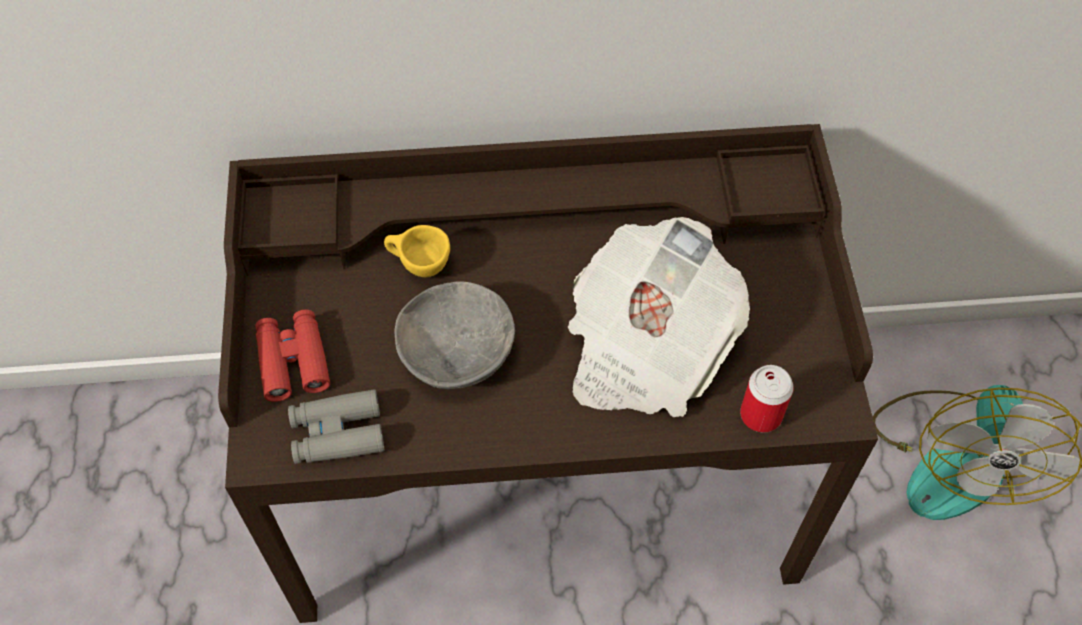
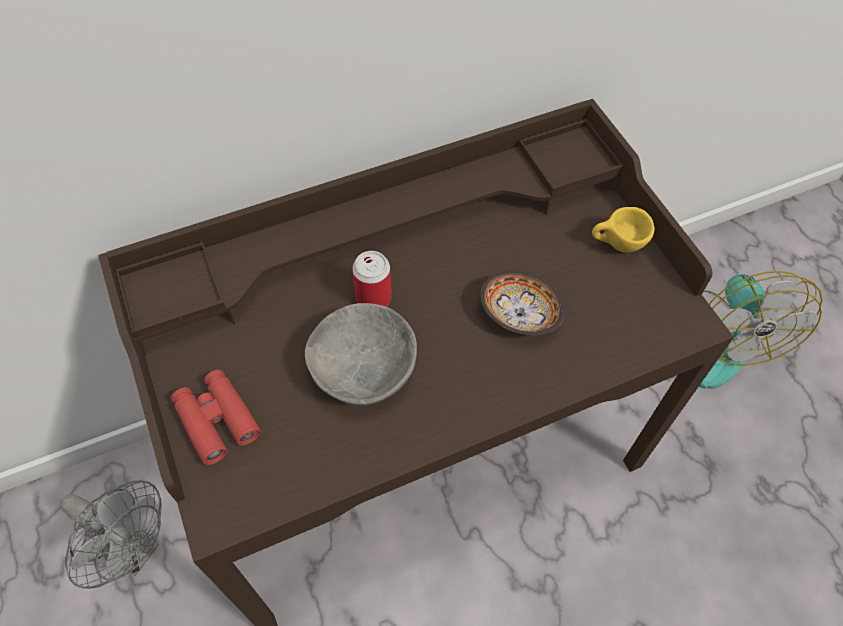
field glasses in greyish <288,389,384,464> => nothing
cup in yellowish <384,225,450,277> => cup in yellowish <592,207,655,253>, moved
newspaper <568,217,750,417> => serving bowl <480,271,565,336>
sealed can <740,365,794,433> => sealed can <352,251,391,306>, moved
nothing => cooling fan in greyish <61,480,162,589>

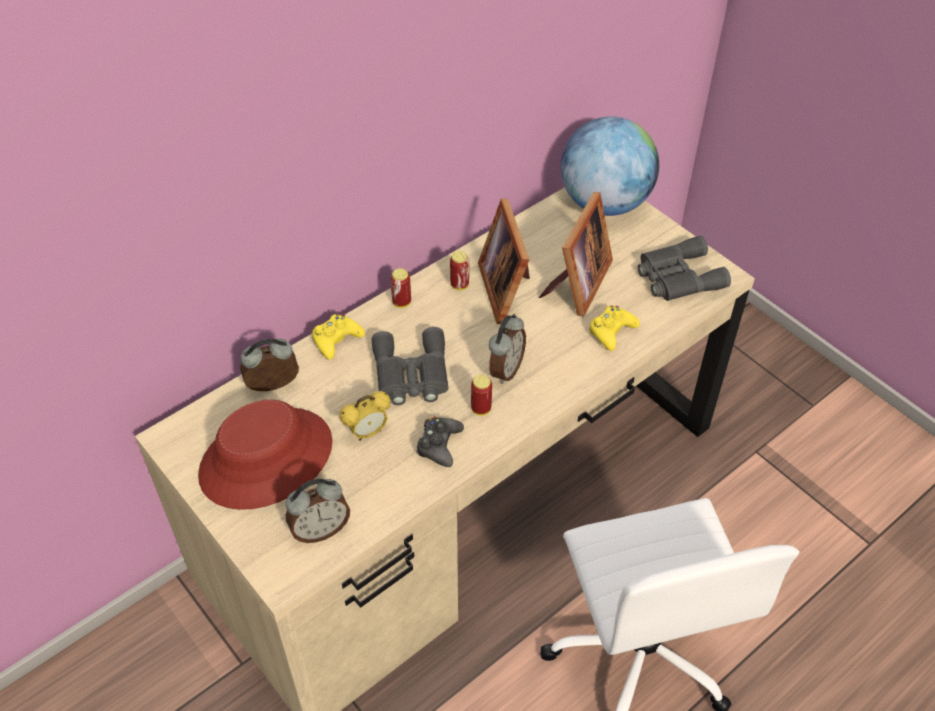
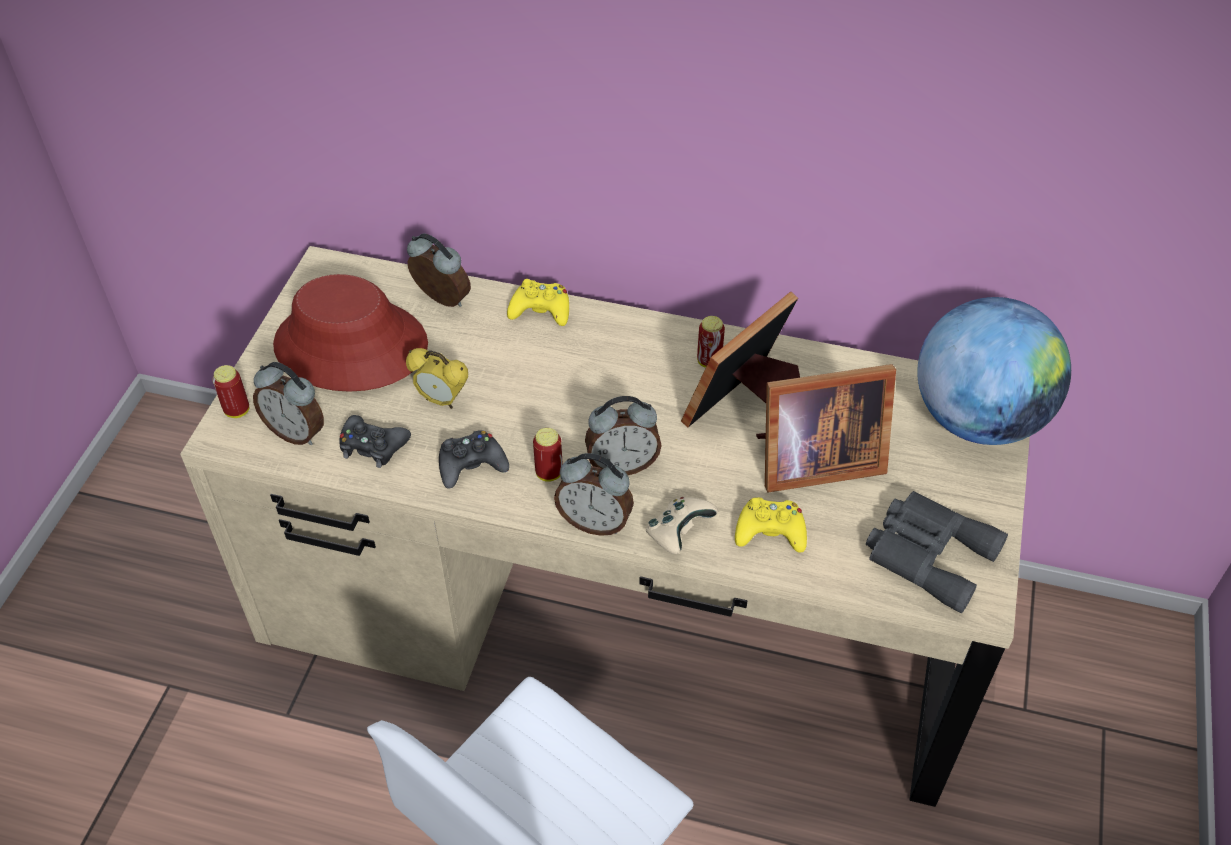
field glasses in greyish <371,327,449,405> => nothing
sealed can <390,268,411,308> => sealed can <213,365,249,418>, moved
nothing => joypad in blackish <340,415,411,468>
nothing => alarm clock <554,453,634,536>
nothing => joypad in beige-coloured <646,497,718,554>

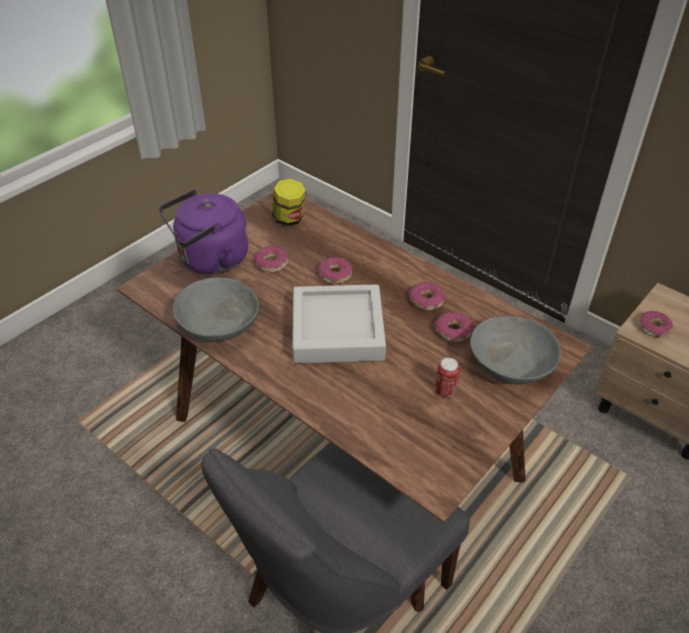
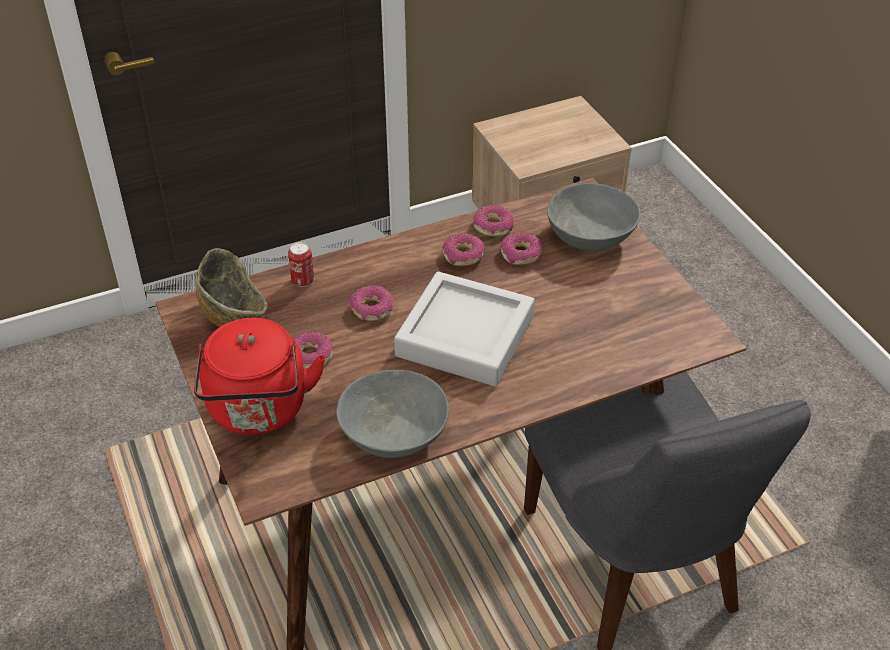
kettle in purple-coloured <159,190,248,274> => kettle in red <194,318,326,435>
storage jar <272,179,306,226> => serving bowl <196,248,268,327>
sealed can <435,358,460,398> => sealed can <288,242,314,287>, moved
ring doughnut <639,311,673,338> => ring doughnut <473,205,514,236>, moved

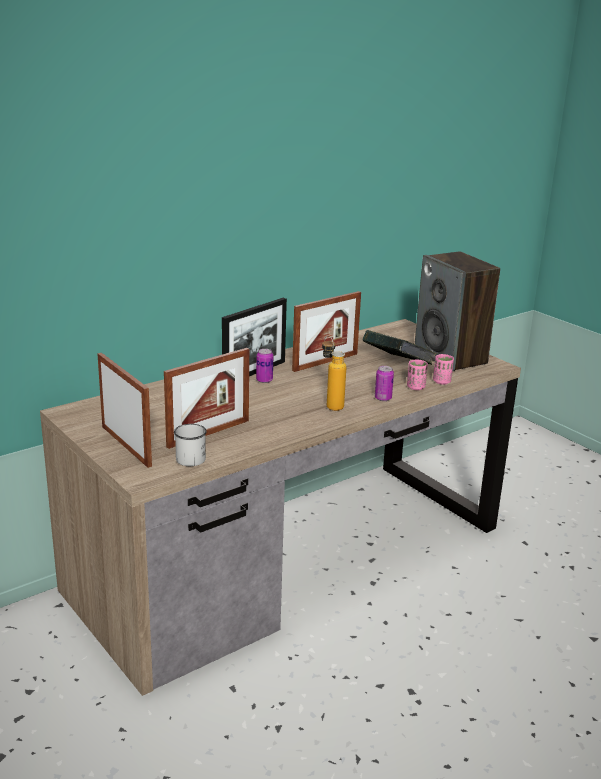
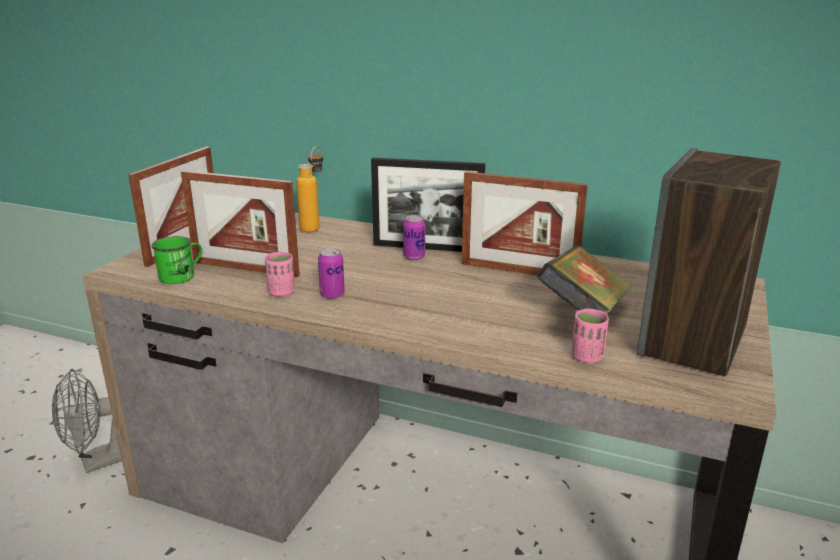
mug in whitish <174,424,207,466> => mug in green-coloured <151,236,202,284>
bottle <322,335,346,411> => bottle <296,147,323,232>, moved
sealed can <375,366,394,401> => sealed can <318,248,345,299>, moved
cup in pink <407,360,428,390> => cup in pink <265,252,295,297>, moved
nothing => cooling fan in greyish <52,369,122,473>

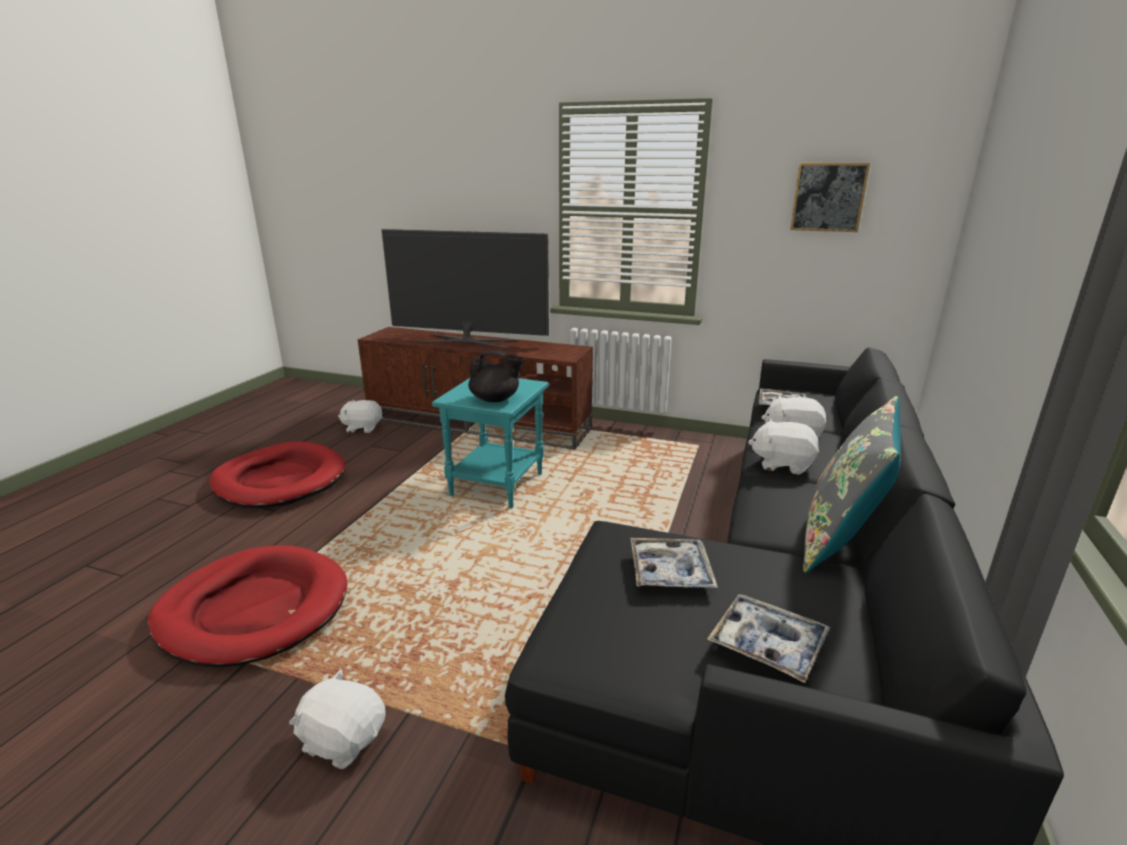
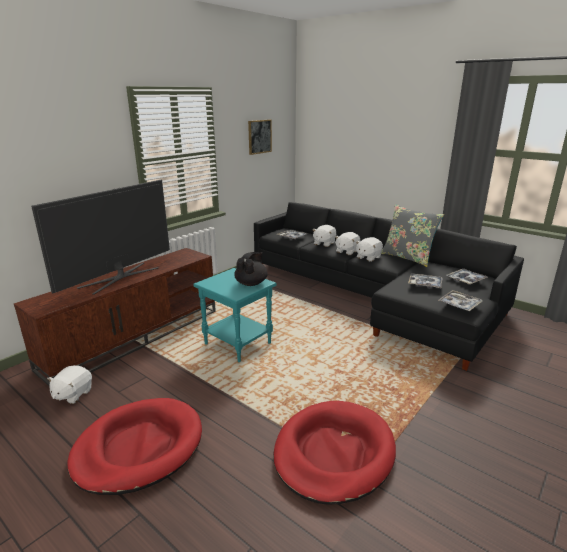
cuddly toy in whitish <289,669,386,769> => cuddly toy in whitish <356,237,383,262>, moved
nothing => serving tray <438,290,483,311>

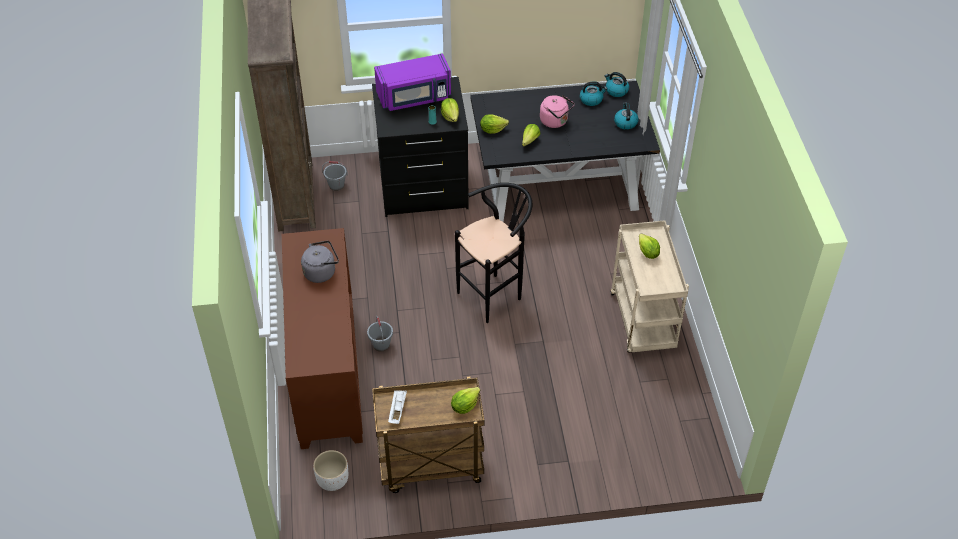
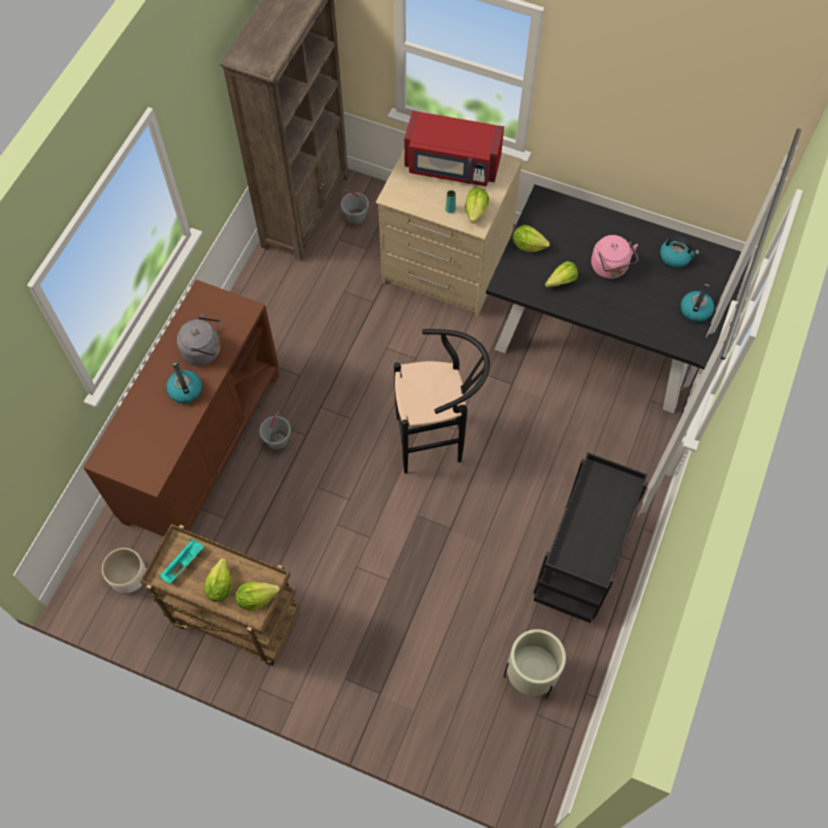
chest of drawers in blackish <372,77,469,217> => chest of drawers in beige-coloured <376,150,522,316>
kitchen microwave in purple-coloured <374,53,451,111> => kitchen microwave in red <404,111,504,187>
serving tray in whitish <388,390,407,424> => serving tray in turquoise <160,539,204,584>
kettle <605,72,629,97> => kettle <166,362,202,403>, moved
wheeled cart in beige-coloured <611,220,689,353> => wheeled cart in blackish <533,453,648,623>
head of lettuce <639,233,660,259> => head of lettuce <204,558,233,602>, moved
nothing => planter in beige-coloured <504,629,566,699>

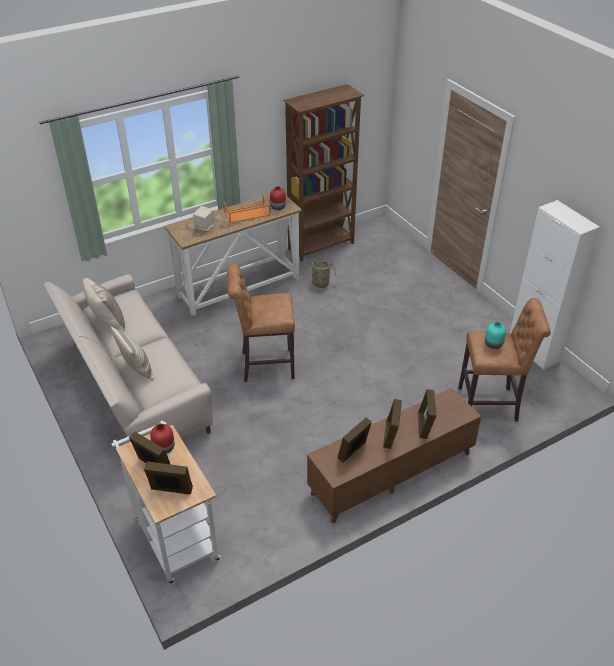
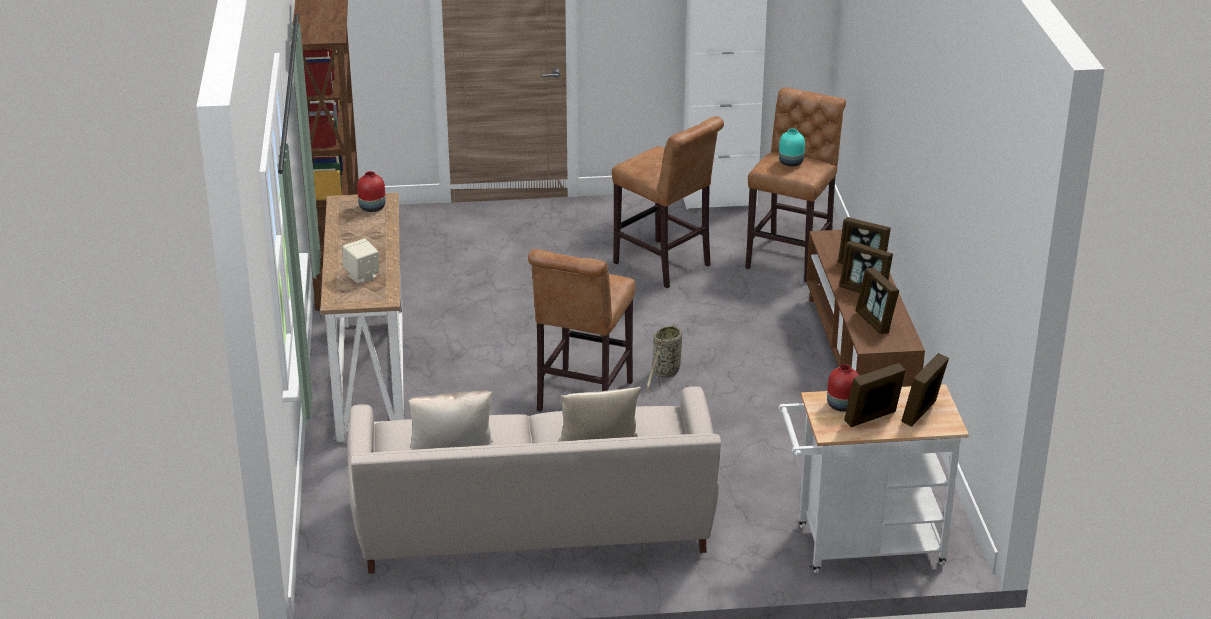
serving tray in orange-coloured <223,195,271,223> => nothing
storage basket <295,261,339,288> => storage basket <647,323,682,392>, moved
nothing => sitting stool in brown <612,116,724,288>

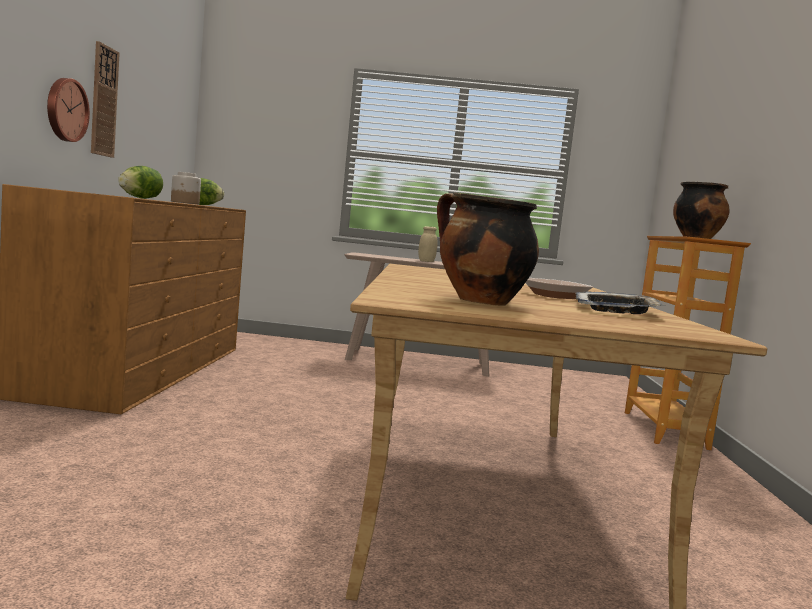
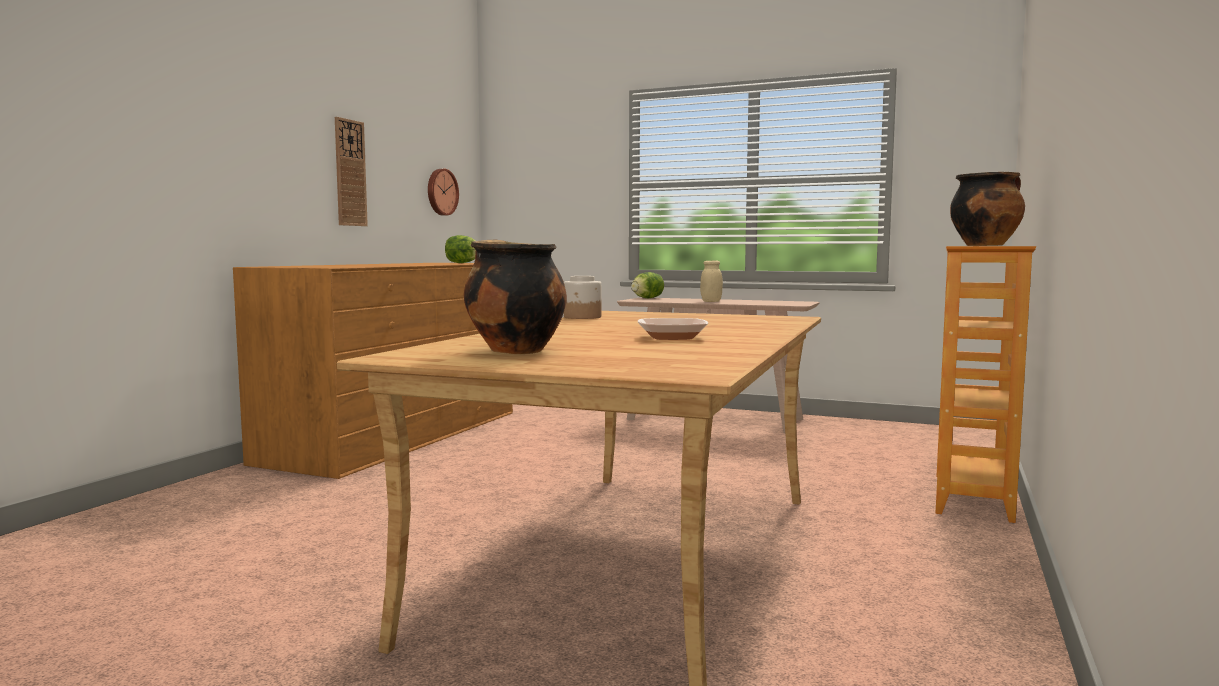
wall clock <47,78,90,142> => wall clock <428,169,459,216>, moved
head of lettuce <118,166,163,199> => head of lettuce <631,272,664,298>, moved
storage jar <171,172,201,204> => storage jar <564,276,601,319>, moved
serving tray <576,291,666,314> => nothing

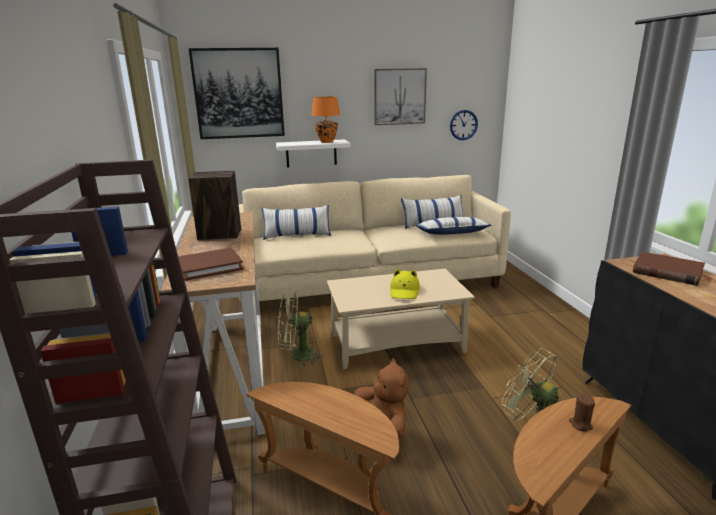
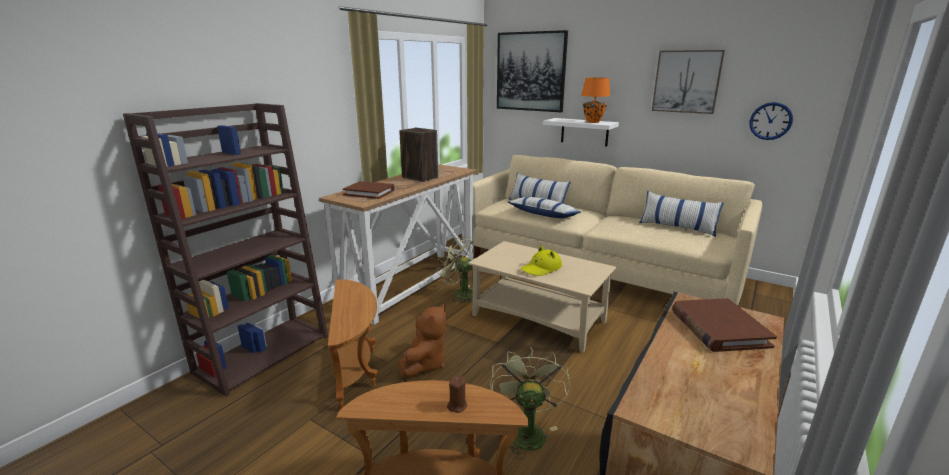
throw pillow <416,217,491,235> => throw pillow <508,197,581,218>, moved

